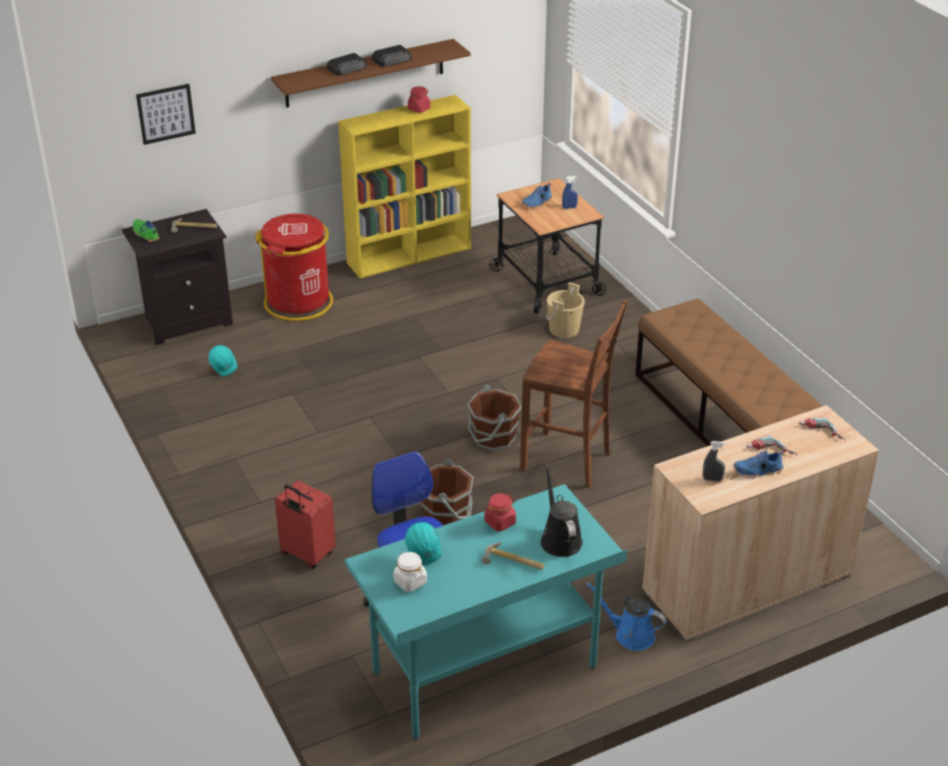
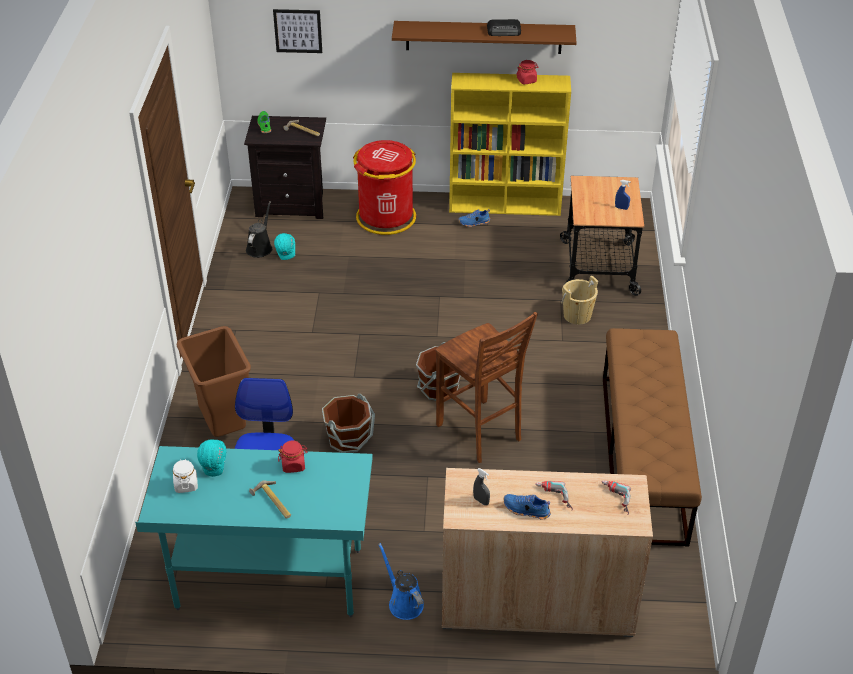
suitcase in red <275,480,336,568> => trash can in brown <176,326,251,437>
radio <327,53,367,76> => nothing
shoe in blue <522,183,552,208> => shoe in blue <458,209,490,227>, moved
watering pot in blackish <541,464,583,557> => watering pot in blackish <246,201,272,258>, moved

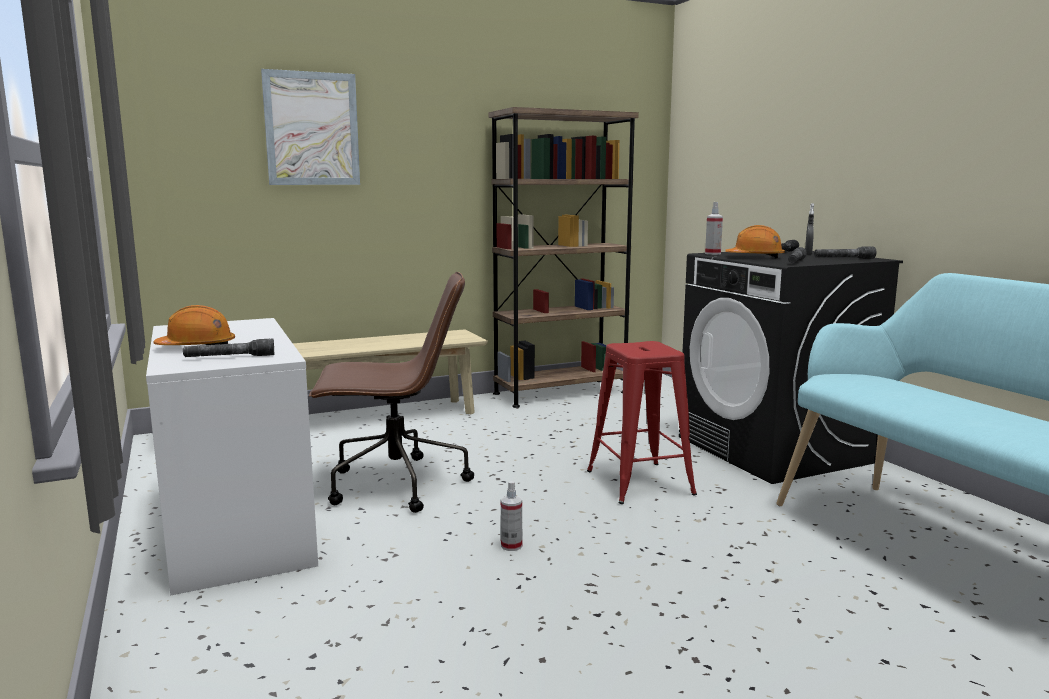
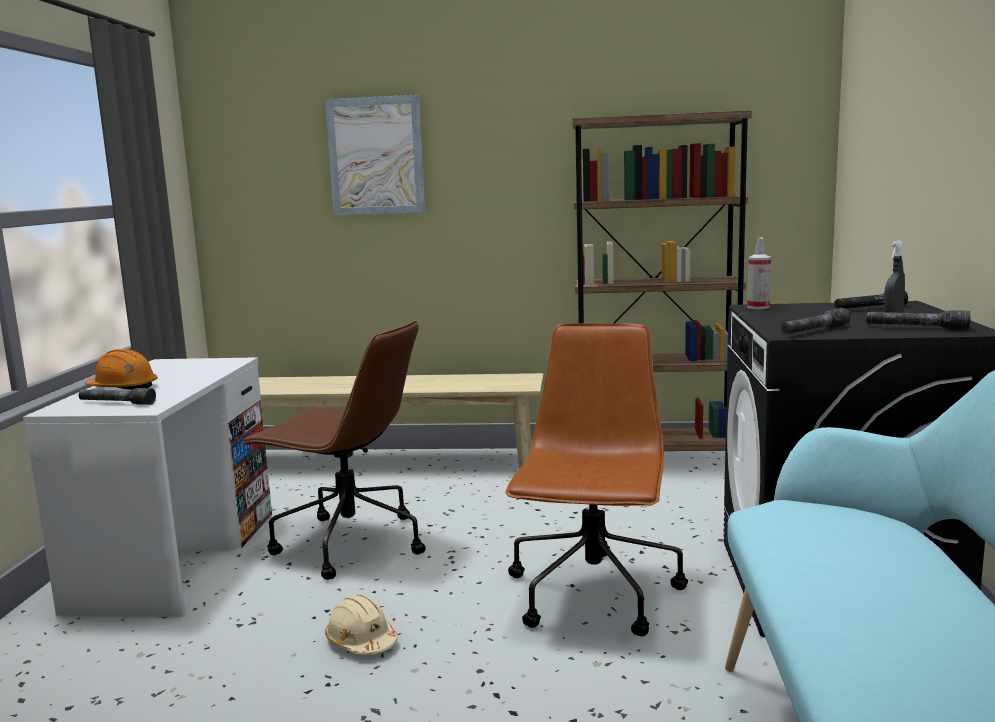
spray bottle <501,481,522,551> => work helmet in beige-coloured <325,595,398,655>
sitting stool in red <587,341,697,504> => office chair in brown <506,323,688,636>
work helmet in orange-coloured <725,225,785,259> => nothing

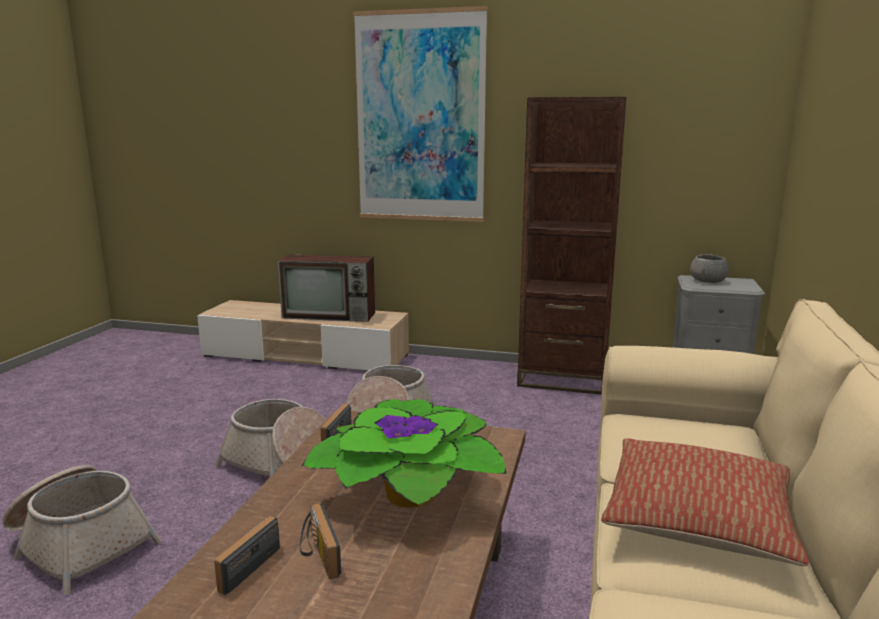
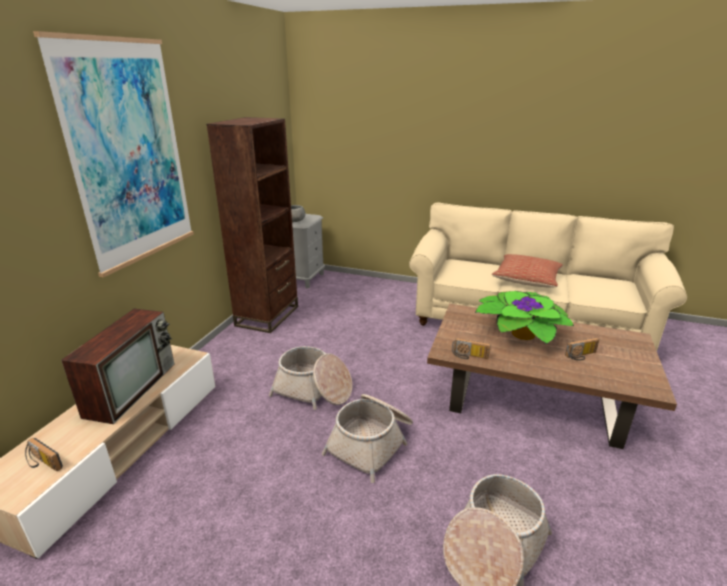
radio <214,516,280,595> => radio <25,438,63,471>, moved

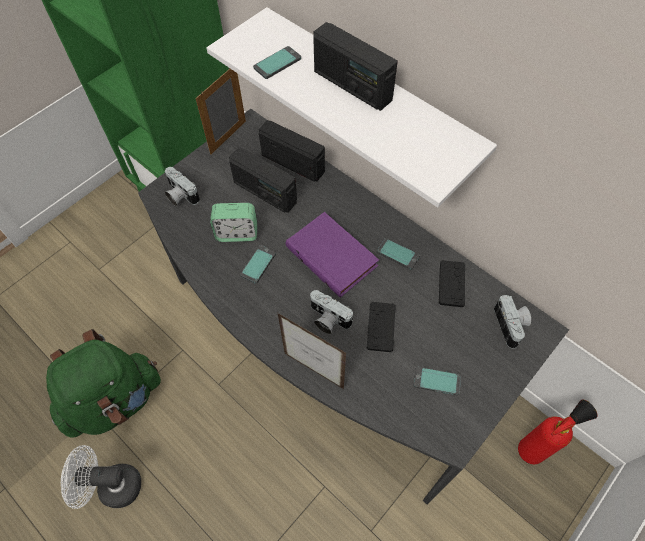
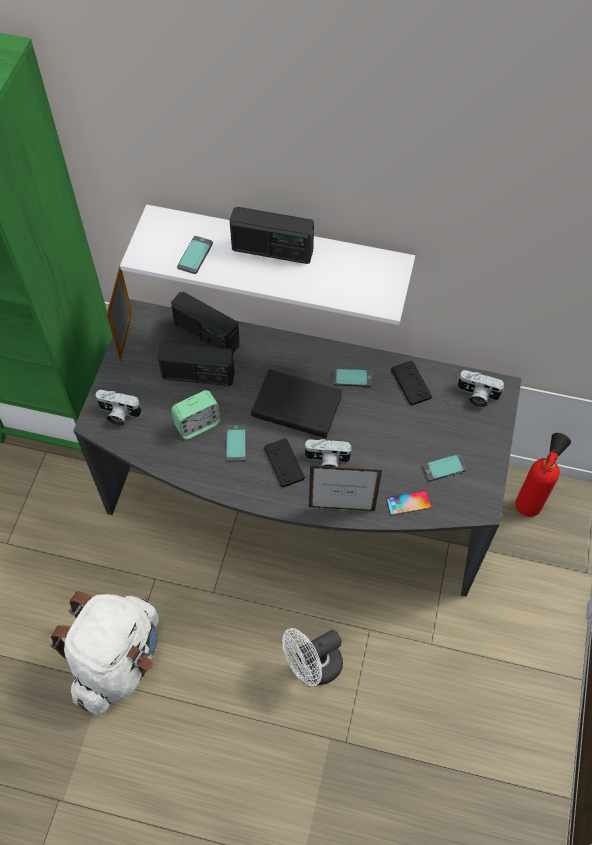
knapsack in green-coloured <46,329,161,438> => knapsack in whitish <50,591,159,715>
cooling fan in whitish <61,445,141,509> => cooling fan in whitish <282,628,343,686>, moved
radio <259,120,325,181> => radio <171,292,240,353>, 150 degrees counterclockwise
book in purple-coloured <286,212,379,298> => book in blackish <251,369,342,438>
joypad in blackish <367,302,396,352> => joypad in blackish <264,438,305,487>, moved
still camera <494,295,531,349> => still camera <457,370,504,408>, 150 degrees clockwise
nothing => phone <386,491,431,515>

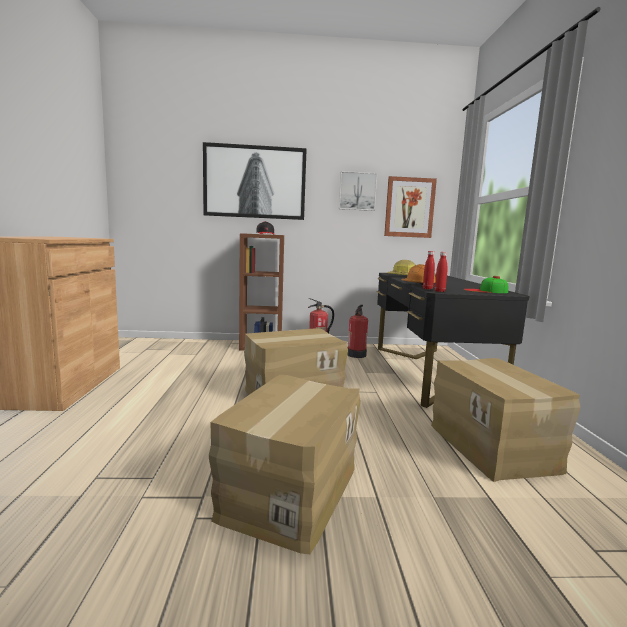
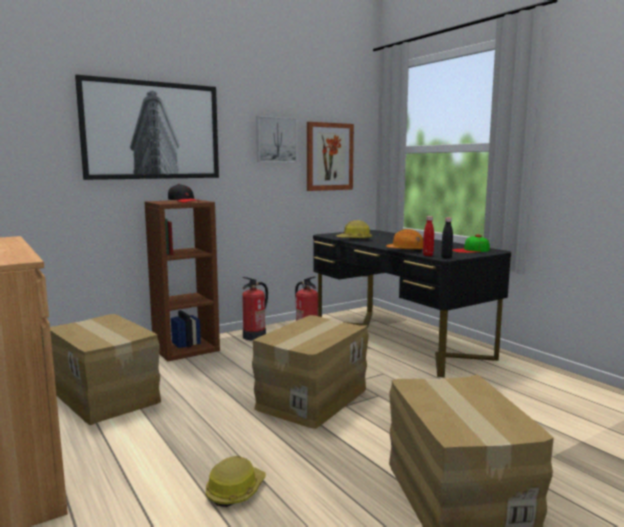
cardboard box <431,358,580,482> => cardboard box <50,314,161,425>, moved
bottle in red <435,252,447,292> => bottle in blackish <441,218,453,258>
nothing => work helmet <206,456,266,507>

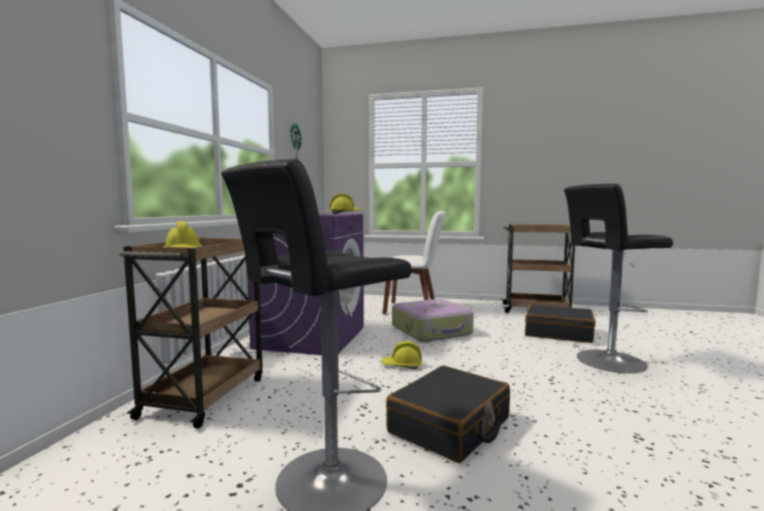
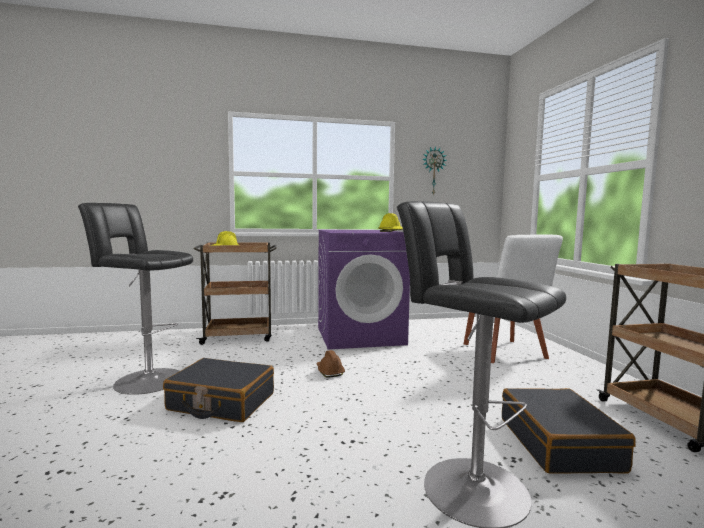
work helmet in yellowish <381,341,422,369> => work helmet in brown <316,350,345,378>
suitcase <392,299,474,342> => nothing

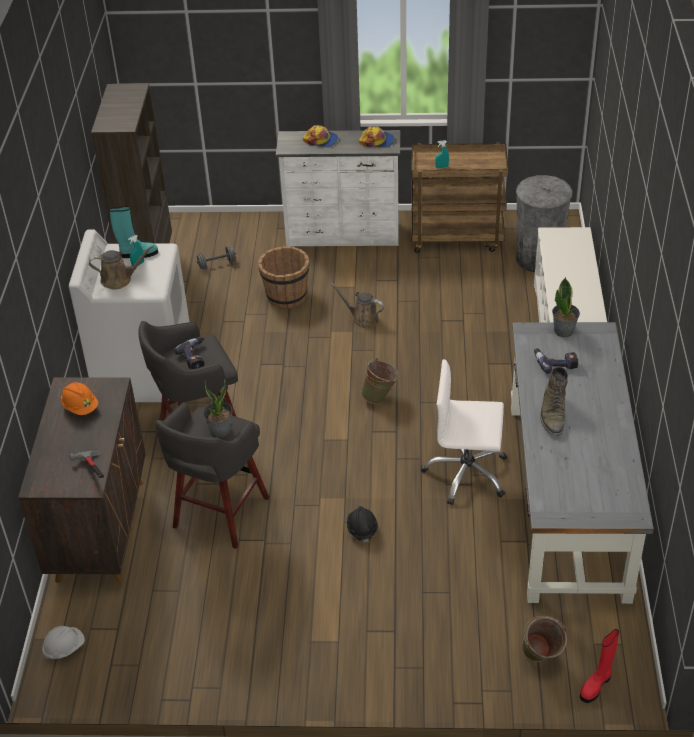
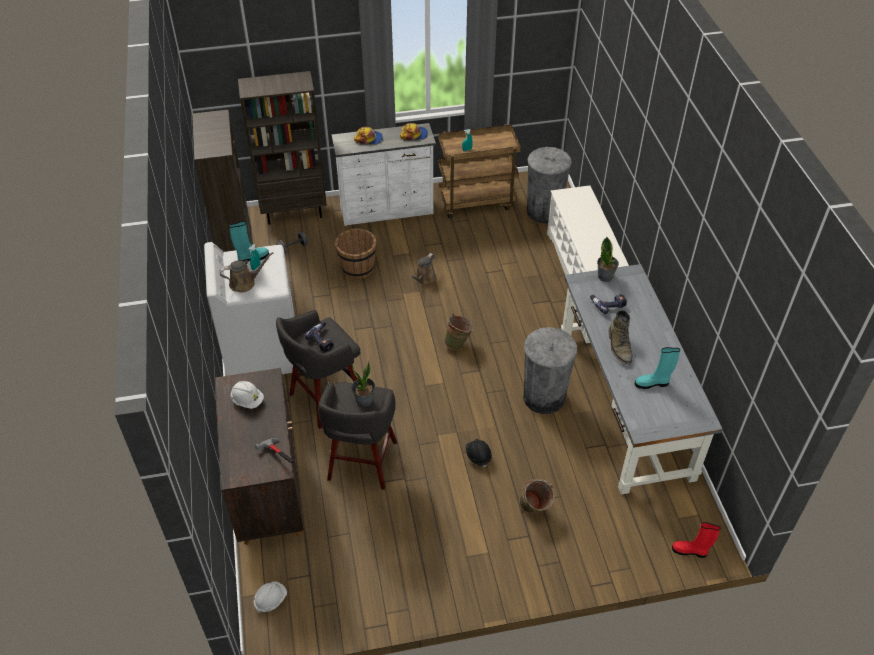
work helmet in orange-coloured <61,382,98,415> => work helmet in whitish <230,381,264,409>
watering pot in brown <331,283,384,328> => watering pot in brown <409,253,436,285>, 75 degrees counterclockwise
office chair in whitish <421,359,507,505> => trash can in greyish <523,327,577,414>
bucket in green-coloured <522,616,567,662> => bucket in green-coloured <519,479,554,513>, moved
boot in red <580,629,619,703> => boot in red <672,522,721,558>, 75 degrees clockwise
nothing => bookshelf in brown <238,71,327,225>
nothing => boot in turquoise <635,347,680,389>

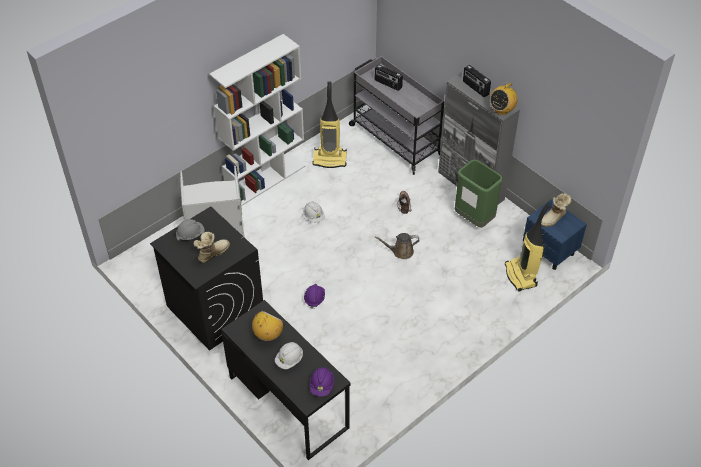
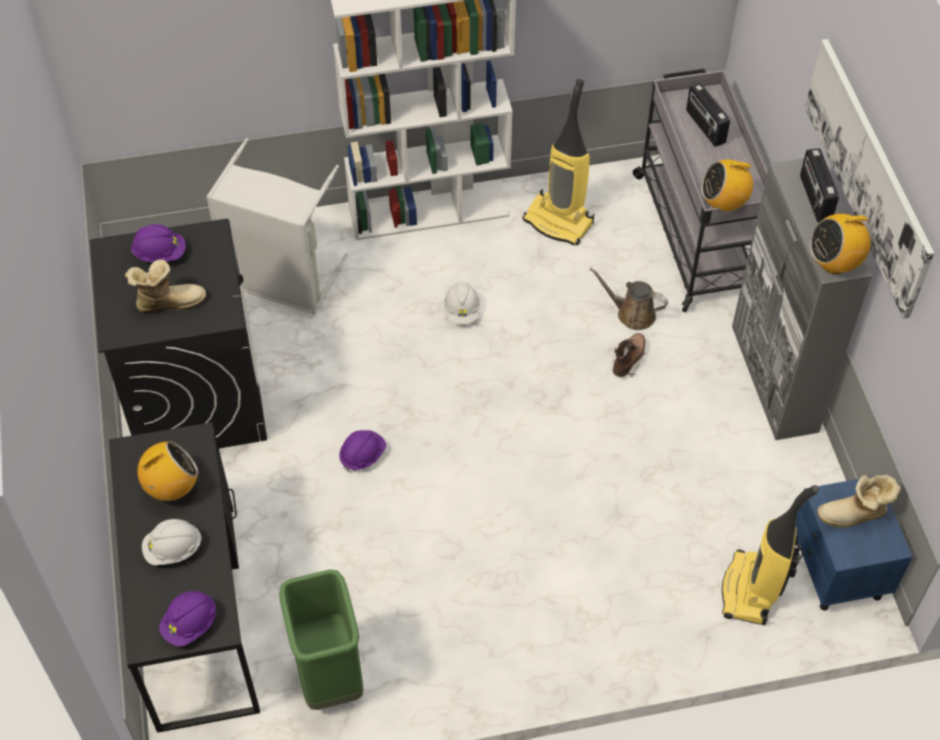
work helmet in greyish <176,219,205,240> => work helmet in purple-coloured <131,224,186,262>
watering pot in brown <375,233,420,259> => watering pot in brown <589,267,668,330>, moved
trash can in green-coloured <455,159,503,228> => trash can in green-coloured <279,570,364,710>, moved
nothing => radio <701,158,753,211>
nothing => wall picture <805,39,934,319>

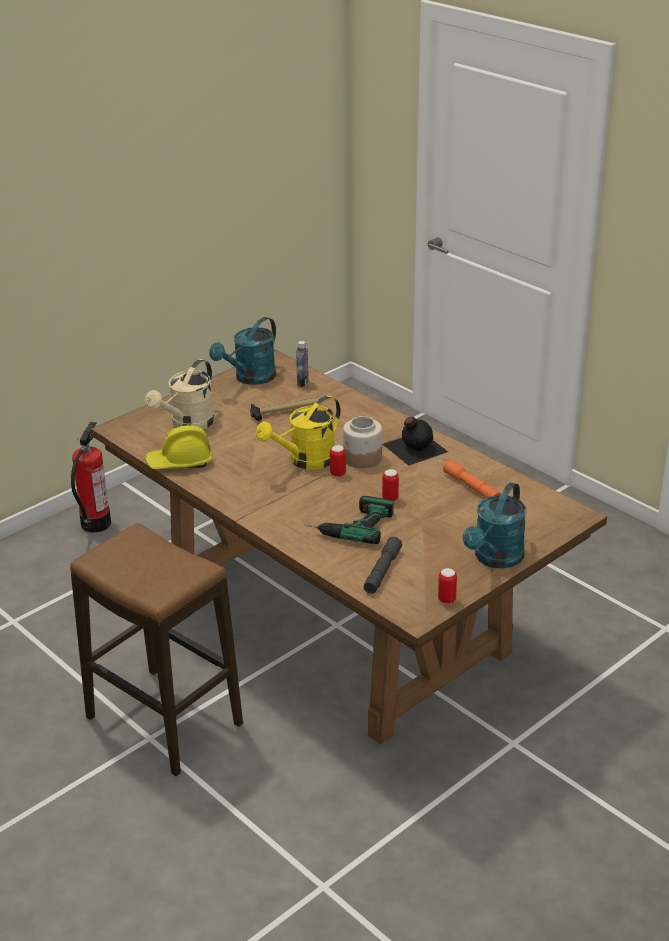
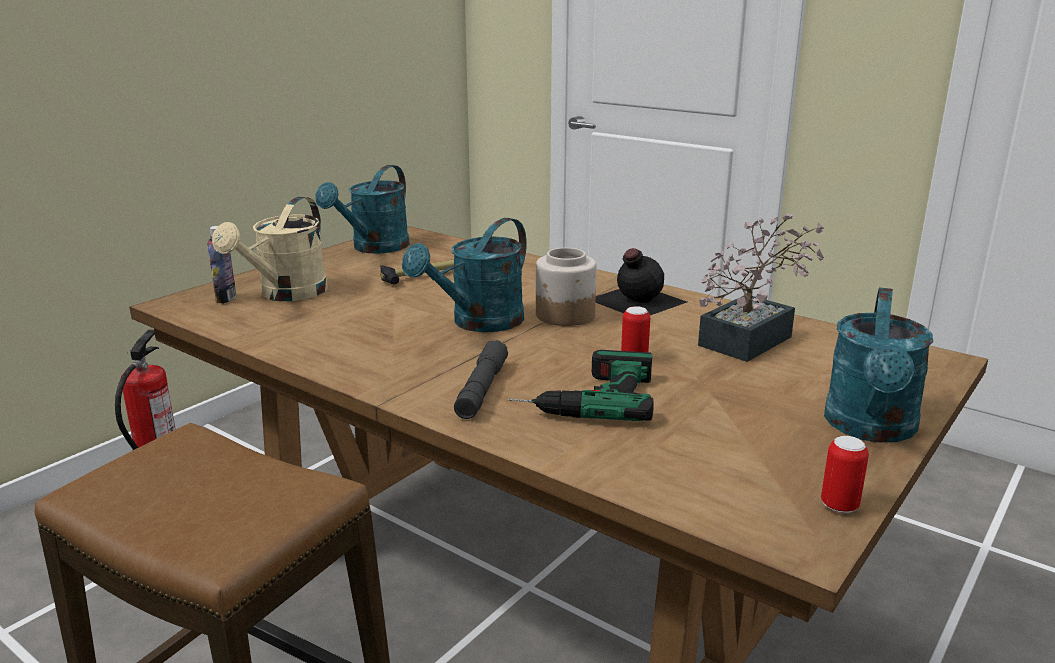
work helmet in yellowish <146,425,212,469> => nothing
watering pot in yellowish <256,395,341,470> => watering pot in turquoise <402,218,527,332>
bottle <296,341,309,387> => bottle <207,226,237,303>, moved
sealed can <330,445,346,477> => nothing
flashlight in greyish <364,537,402,594> => flashlight in greyish <454,340,508,419>, moved
flashlight in orange-coloured <443,460,501,499> => potted plant <698,213,824,362>

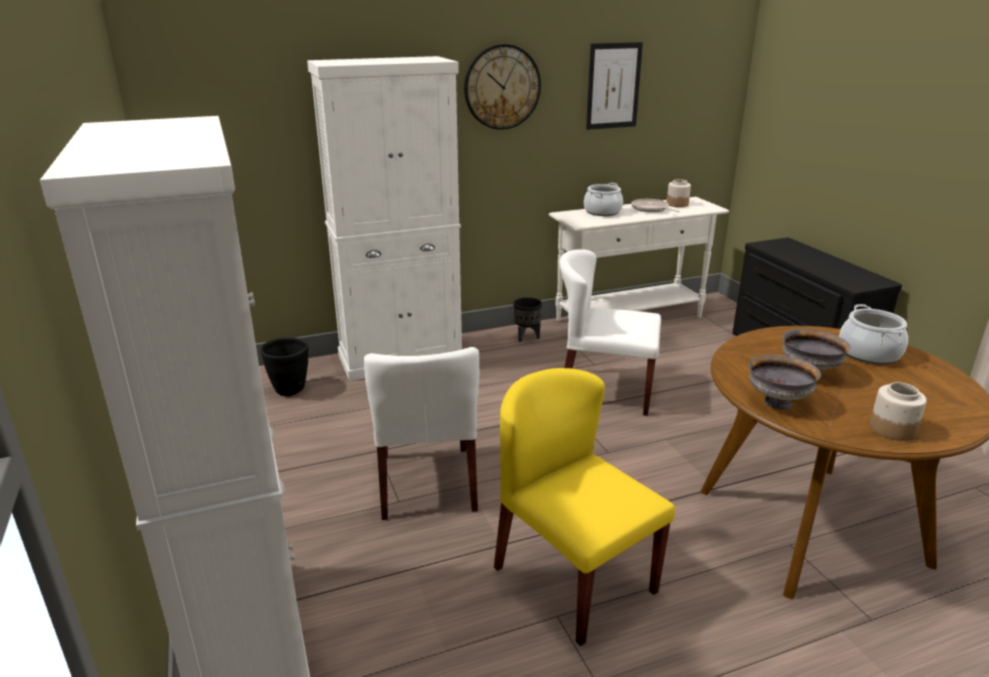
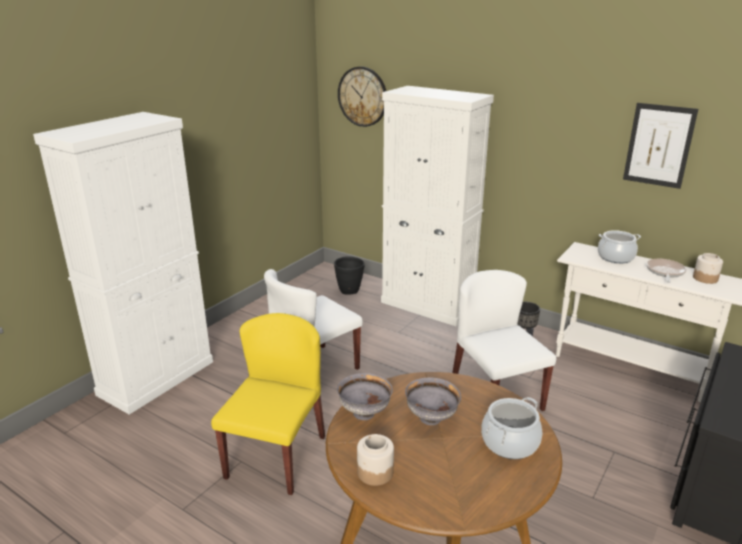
wall clock <464,44,541,130> => wall clock <338,66,386,127>, moved

